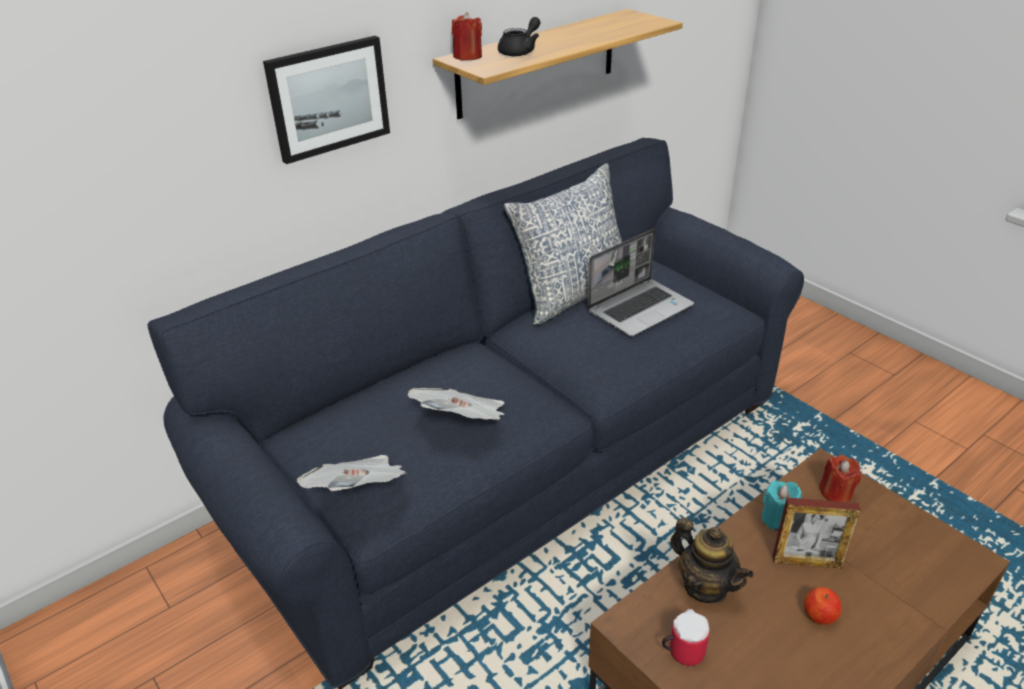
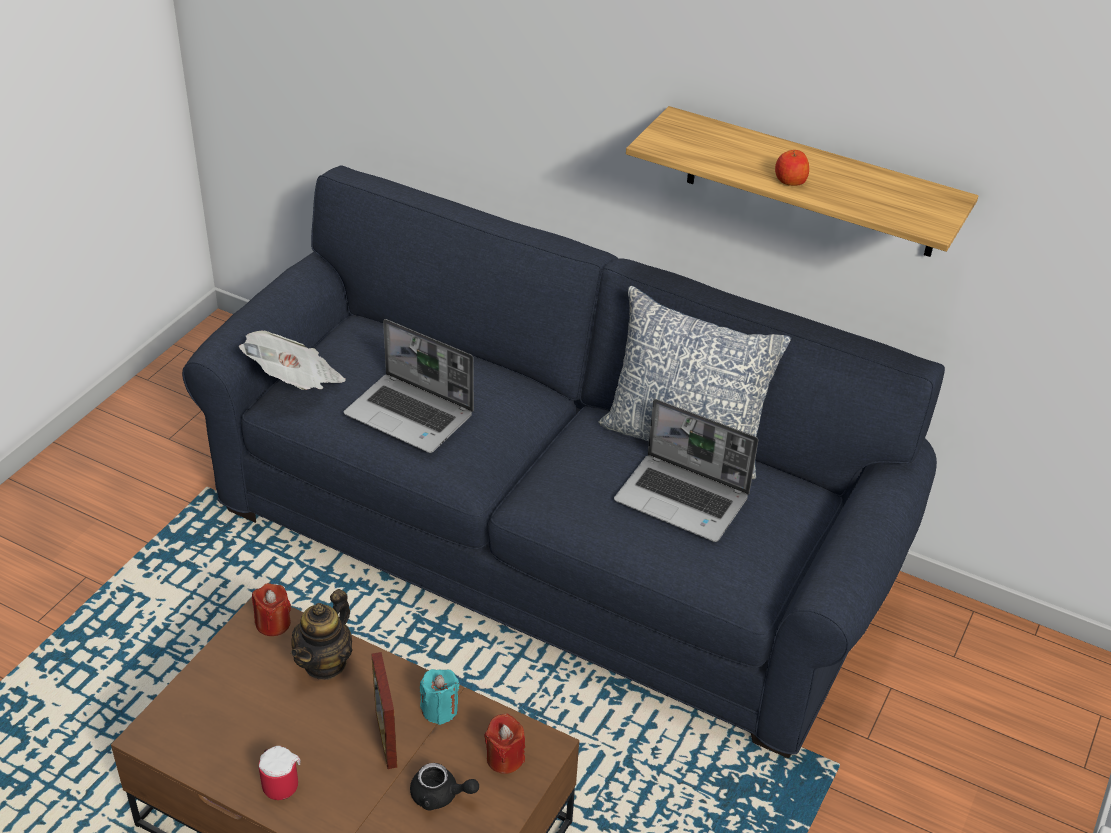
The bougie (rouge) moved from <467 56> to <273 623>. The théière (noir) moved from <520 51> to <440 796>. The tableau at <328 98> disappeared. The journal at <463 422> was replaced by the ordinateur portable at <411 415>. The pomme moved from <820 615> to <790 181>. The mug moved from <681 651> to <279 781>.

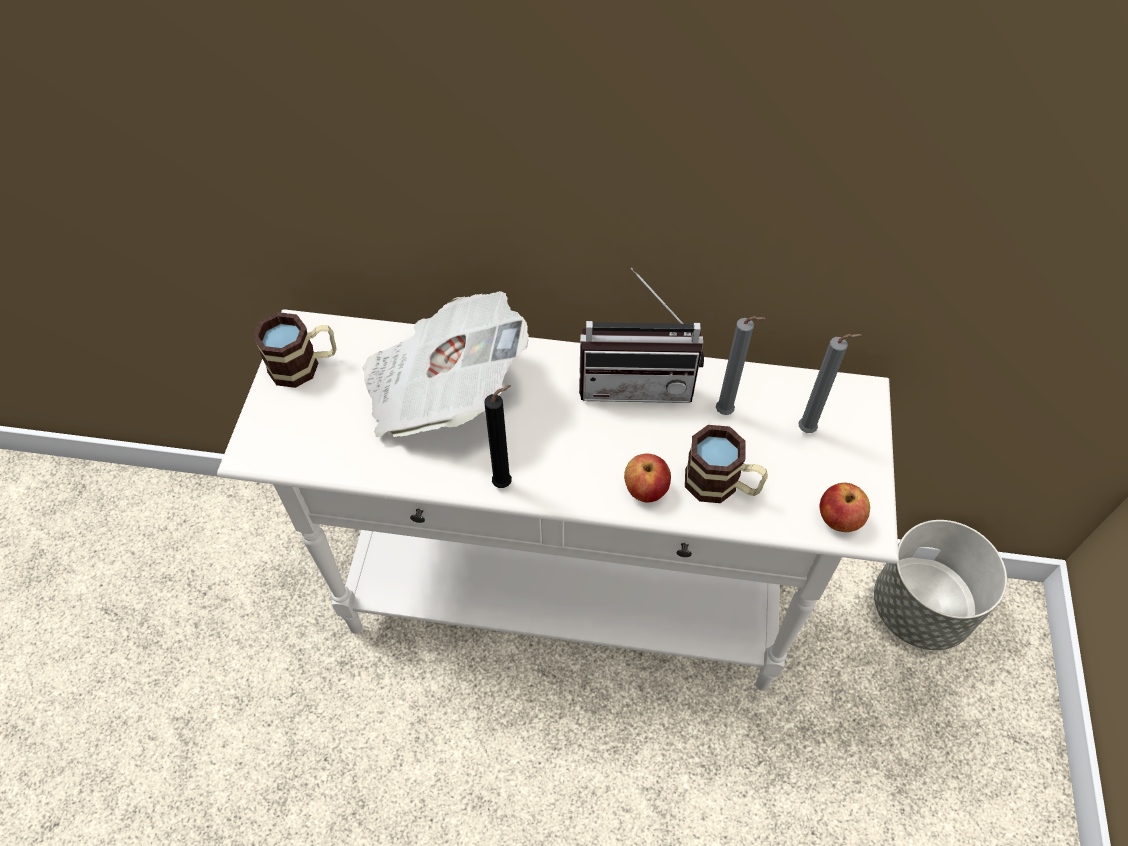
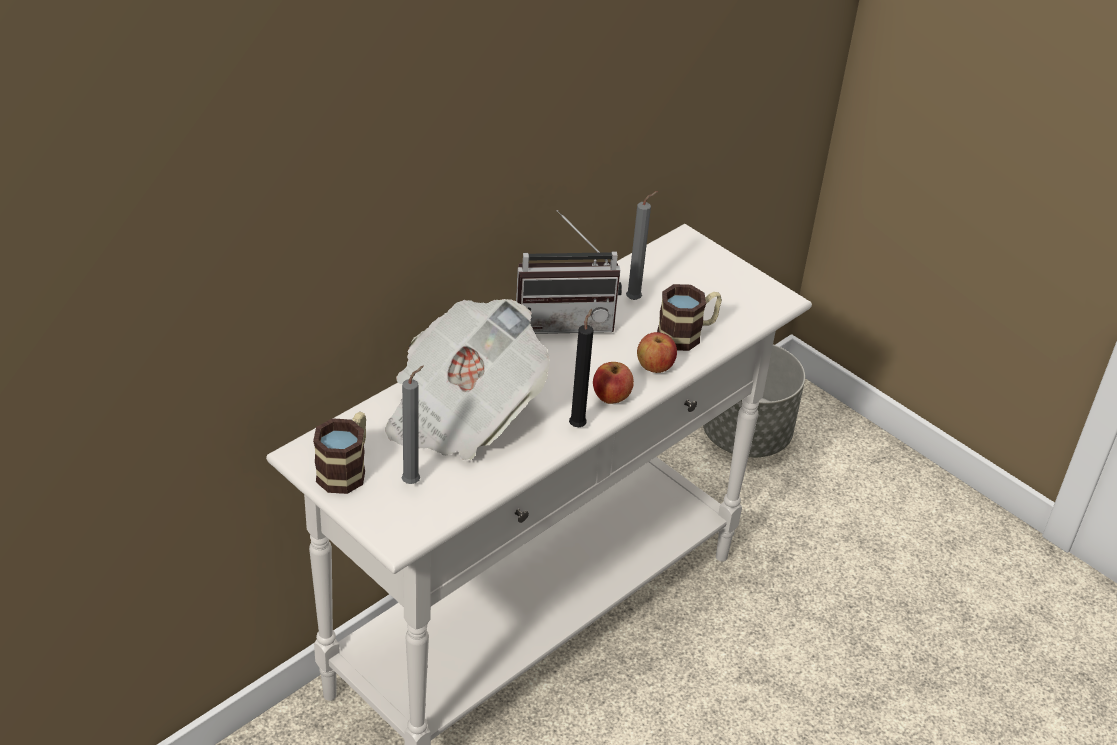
The radio at <637 381> turned 45 degrees clockwise. The bougie (gris) moved from <809 430> to <413 482>. The pomme moved from <838 519> to <611 398>.

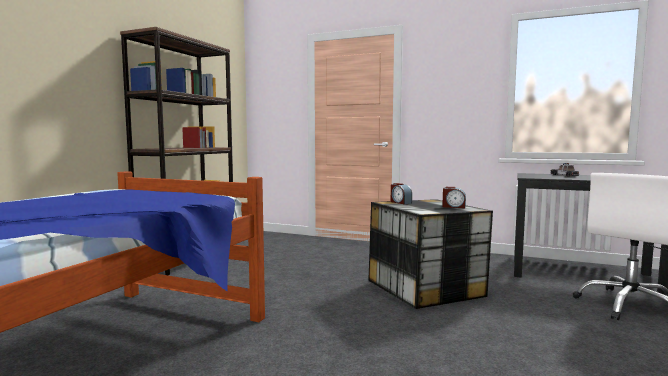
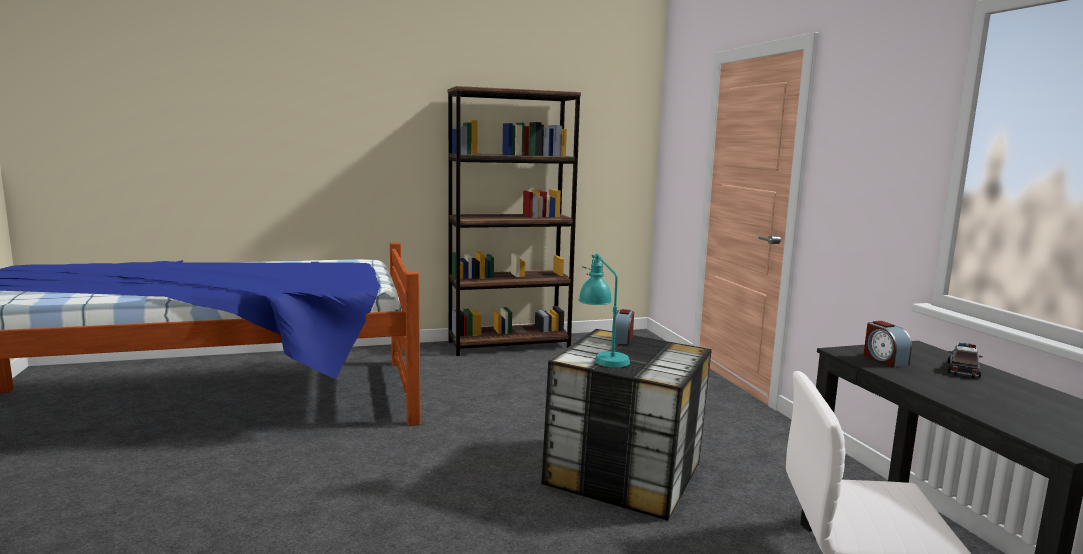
The réveil moved from <453 207> to <884 359>. The lampe de table (turquoise) at <601 357> appeared.

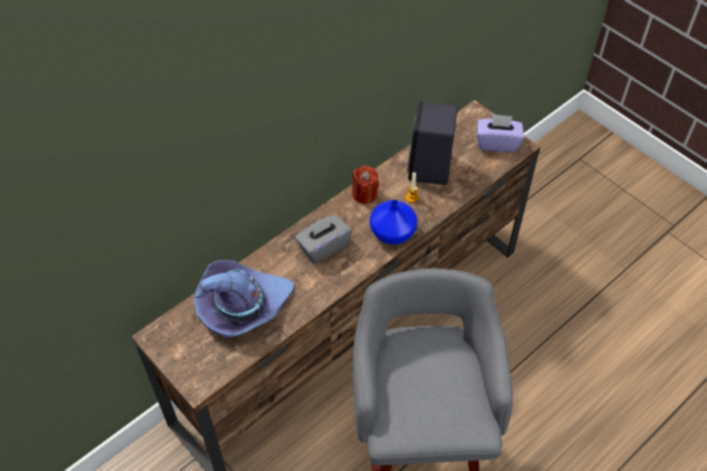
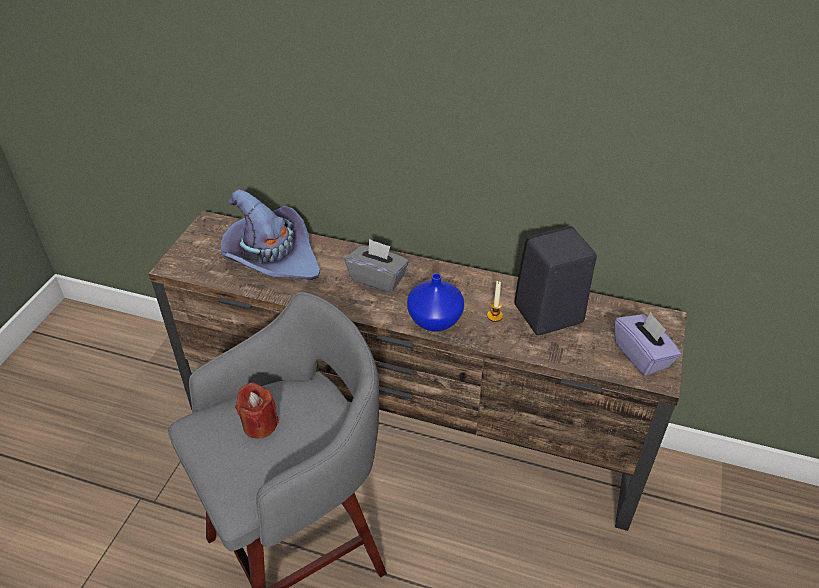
The bougie (rouge) moved from <364 194> to <260 424>.

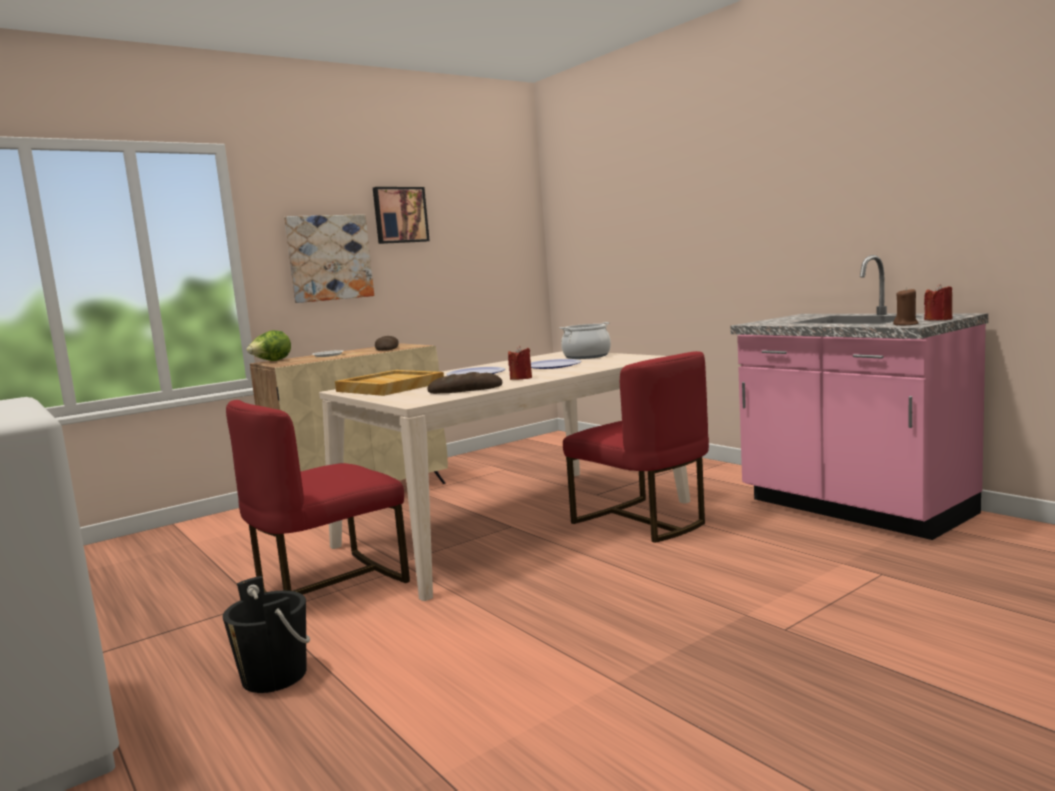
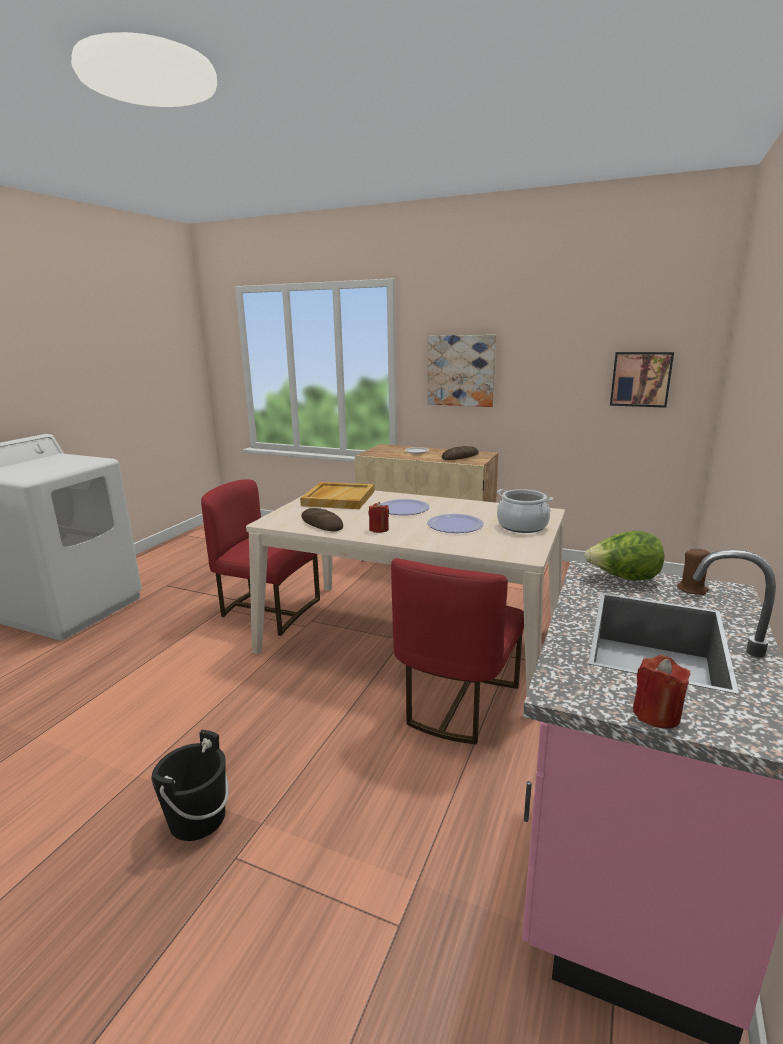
The tableau moved from <400 215> to <641 379>. The bougie (marron) moved from <906 324> to <692 589>. The laitue moved from <271 361> to <623 578>. The seau (noir) moved from <274 676> to <197 818>.

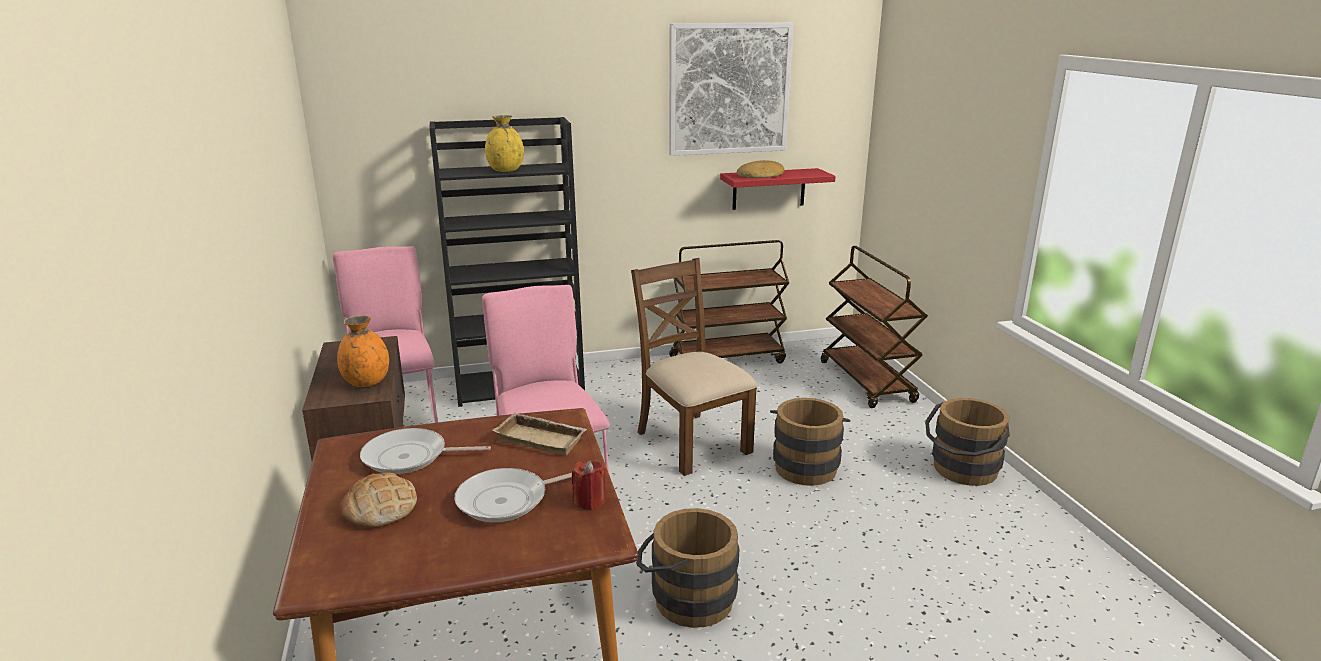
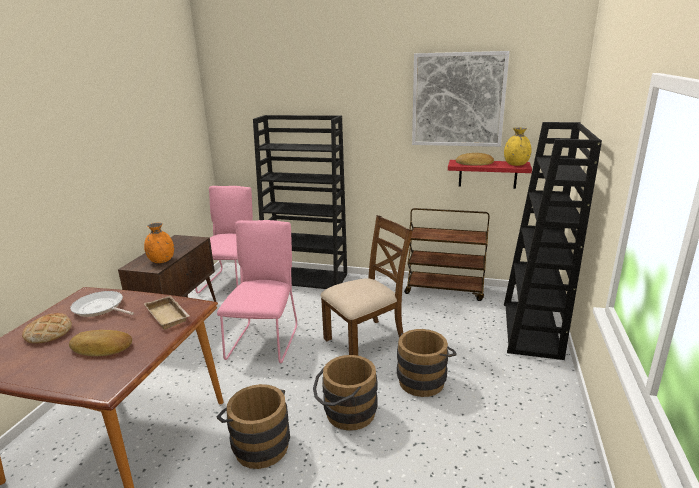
The vase (jaune) moved from <506 170> to <516 164>. The chariot (marron) at <867 382> was replaced by the bibliothèque (noir) at <532 330>. The chaise (marron) at <691 442> turned 60 degrees clockwise. The seau (marron) moved from <961 471> to <345 413>. The bougie (rouge) at <589 501> disappeared. The poêle at <508 500> was replaced by the pain at <101 348>.

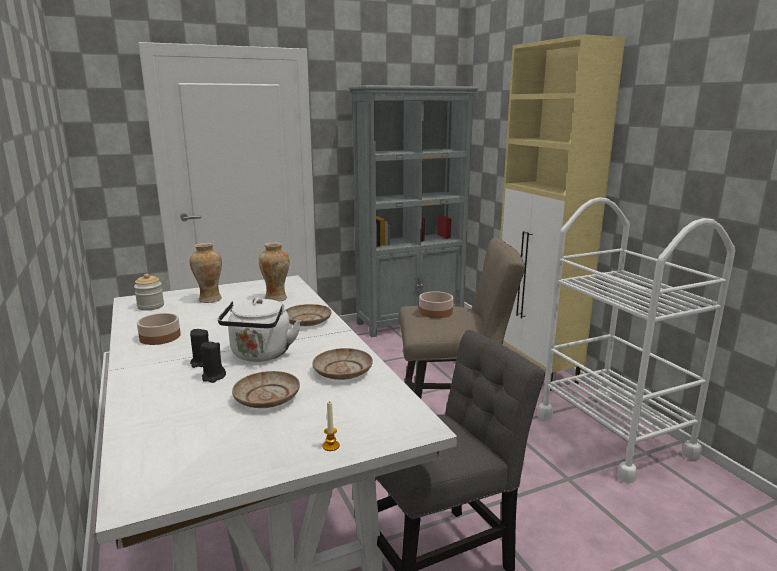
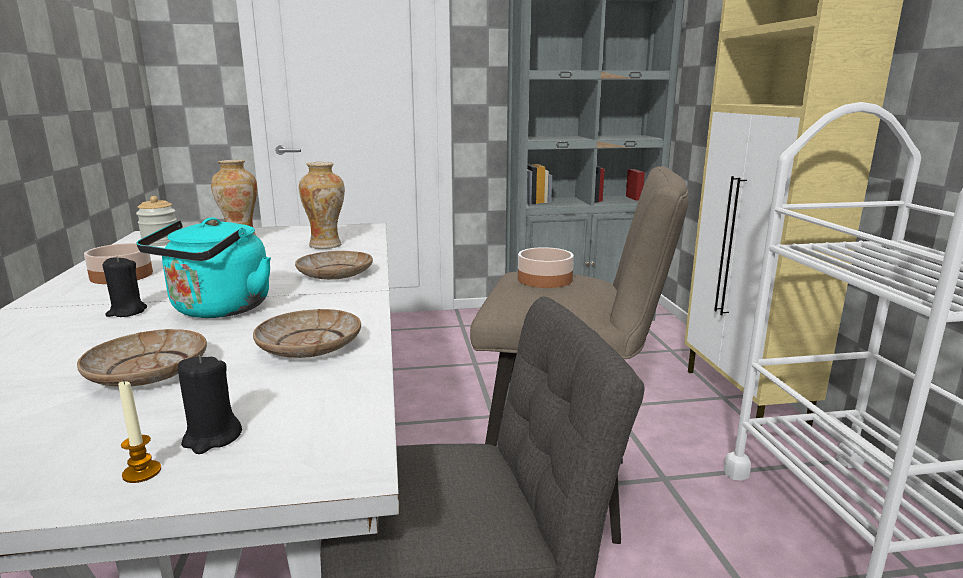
The bouilloire (blanc) at <260 355> became the bouilloire (turquoise) at <218 310>. The bougie (noir) moved from <213 377> to <212 438>.

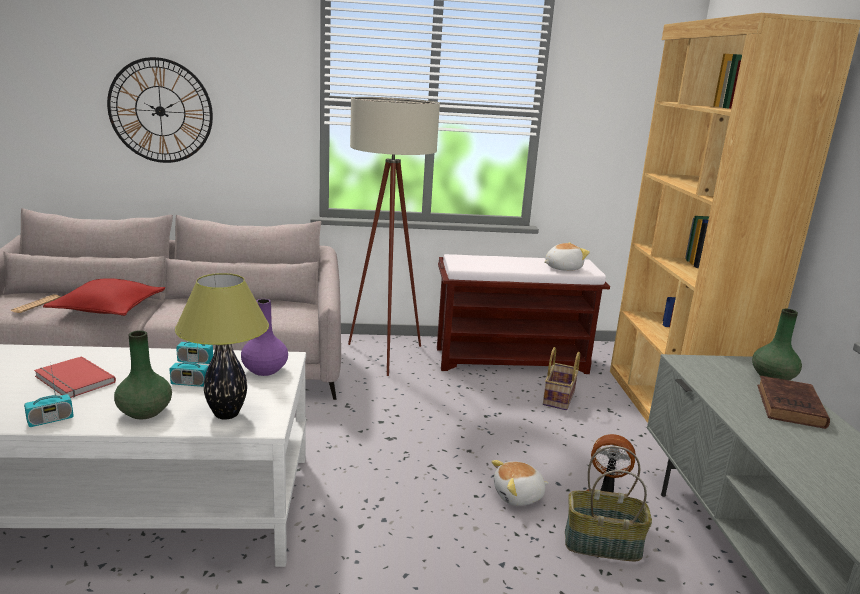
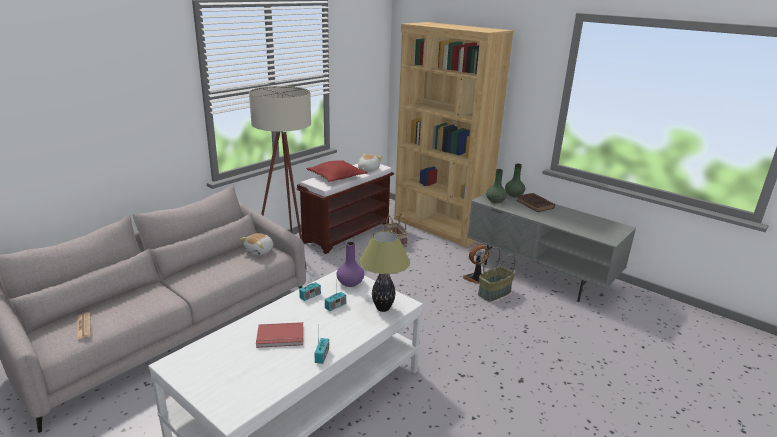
The horloge murale at <160 111> disappeared. The coussin (rouge) moved from <108 308> to <336 177>. The vase (vert) moved from <145 412> to <495 201>. The peluche moved from <518 496> to <260 251>.

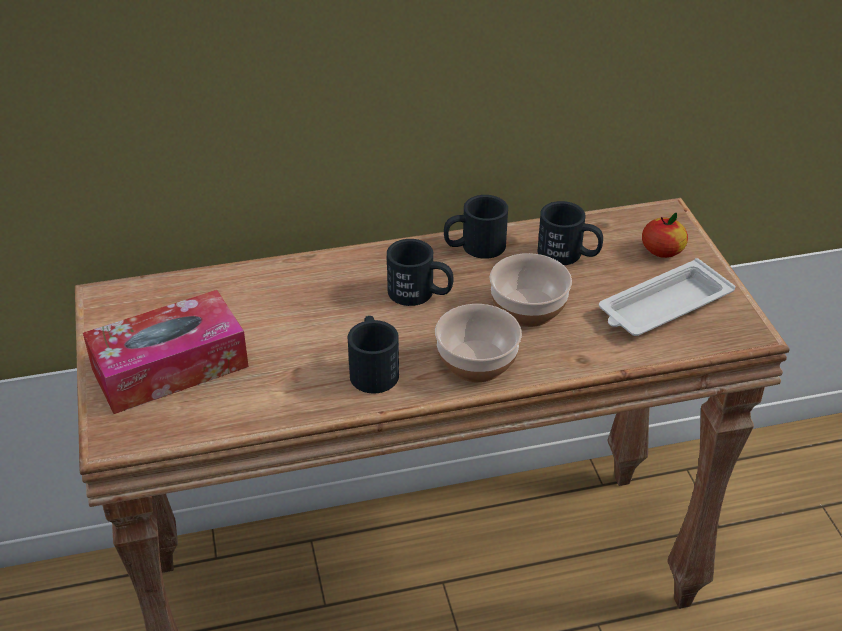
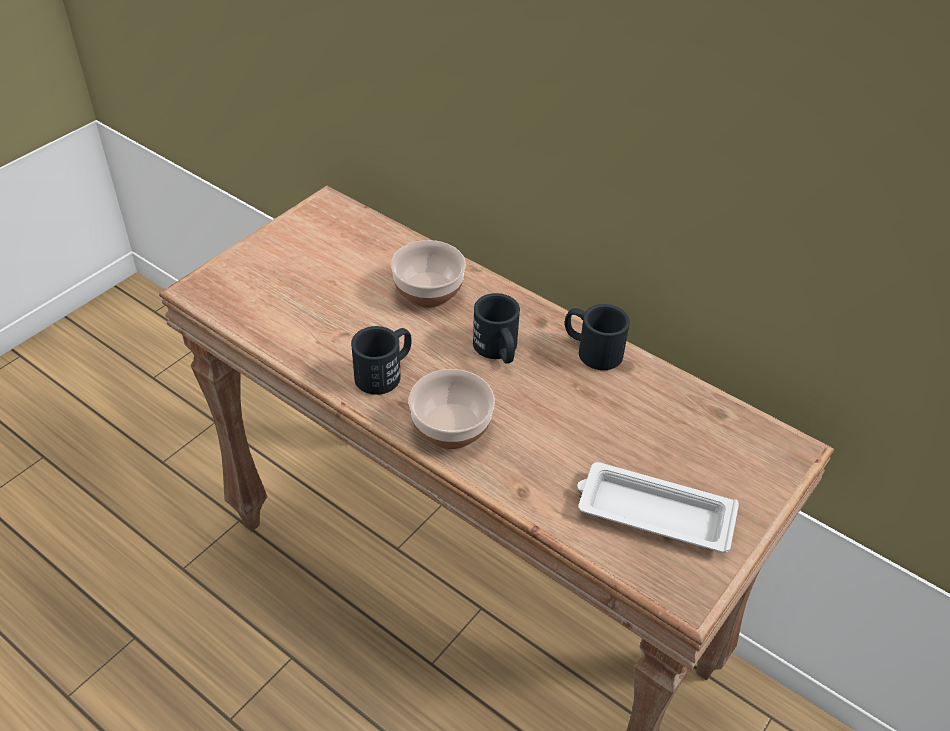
The mug (noir) at <569 255> disappeared. The pomme at <662 250> disappeared. The bol moved from <528 309> to <427 291>. The boîte à mouchoirs at <170 367> disappeared.

